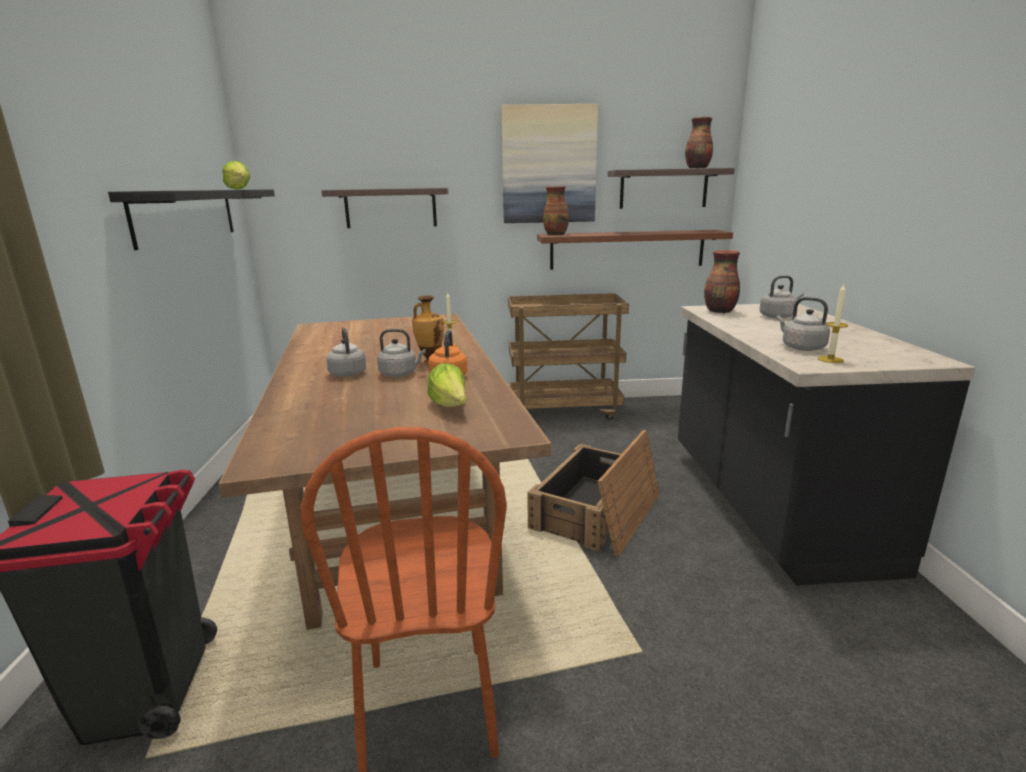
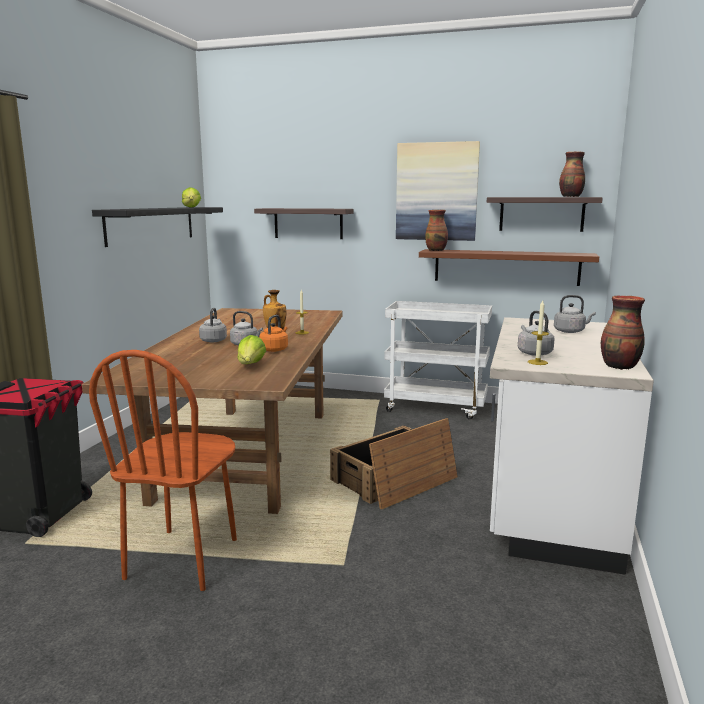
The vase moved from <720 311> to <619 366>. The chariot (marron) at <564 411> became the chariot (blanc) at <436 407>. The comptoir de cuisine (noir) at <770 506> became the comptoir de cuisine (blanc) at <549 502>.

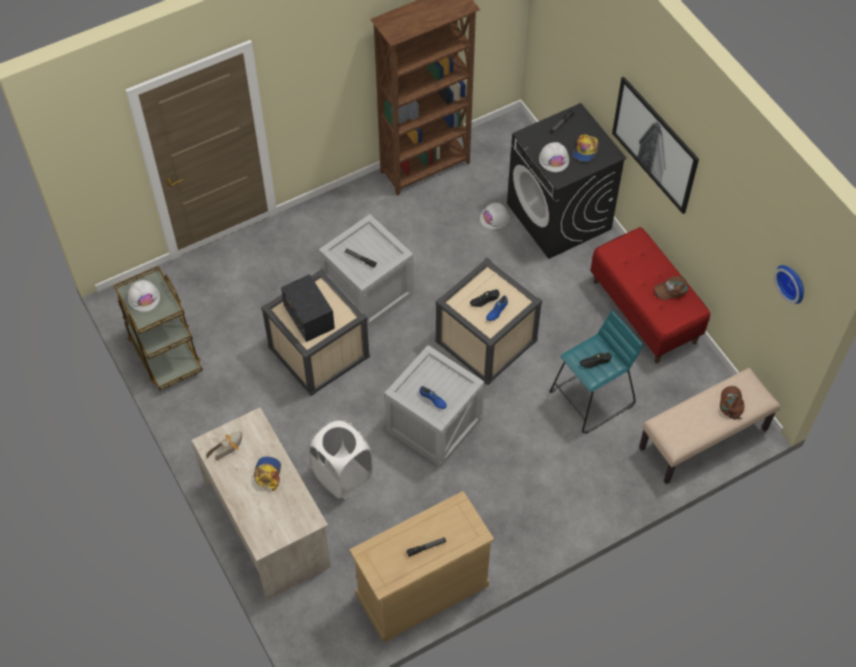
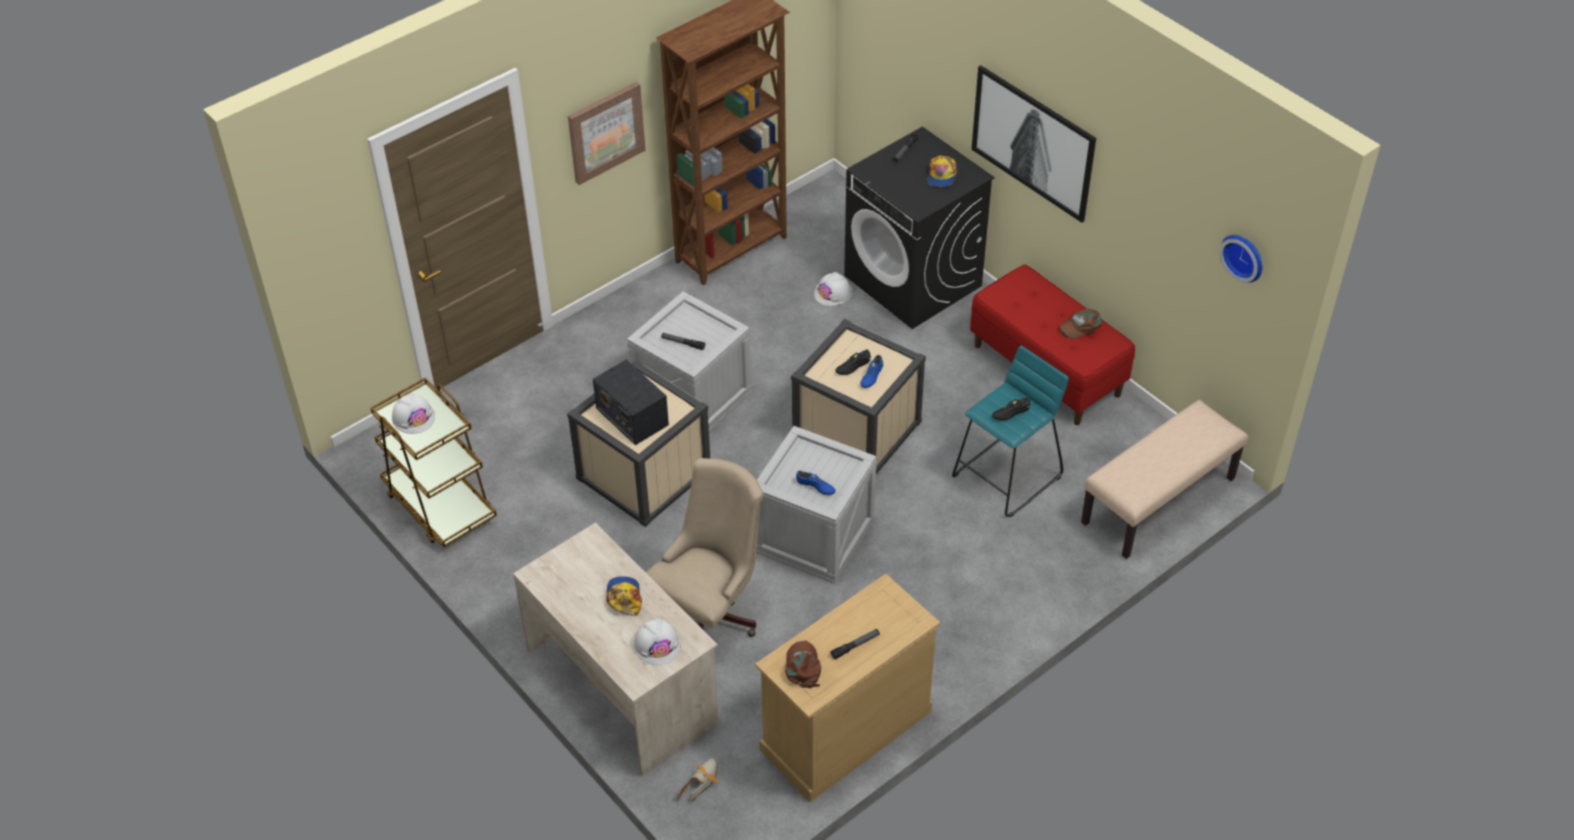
The casque de chantier (blanc) moved from <554 159> to <657 644>. The casquette (marron) moved from <731 403> to <803 667>. The panier à linge (blanc) at <343 476> was replaced by the chaise de bureau (beige) at <709 613>. The chaussure moved from <228 446> to <701 782>. The tableau at <605 132> appeared.

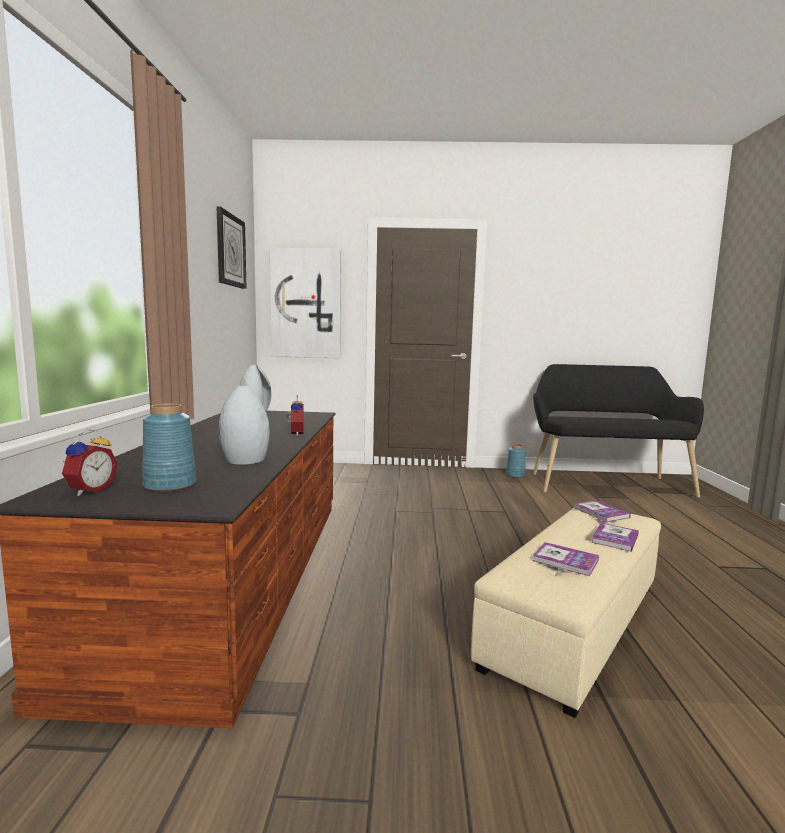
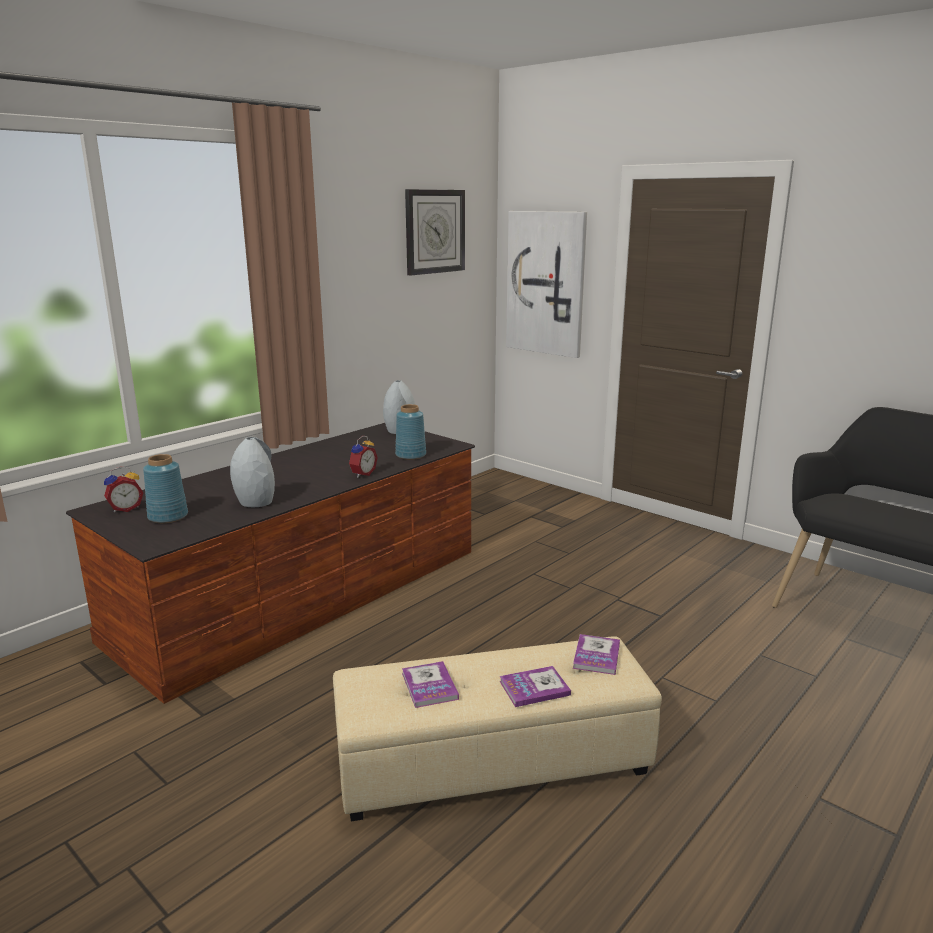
The vase (bleu) moved from <515 475> to <411 455>.

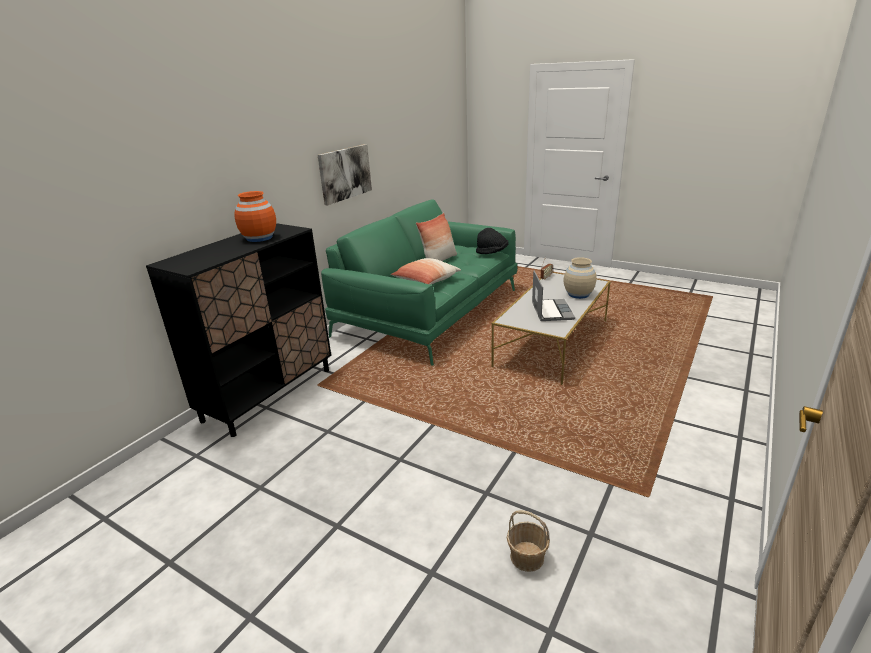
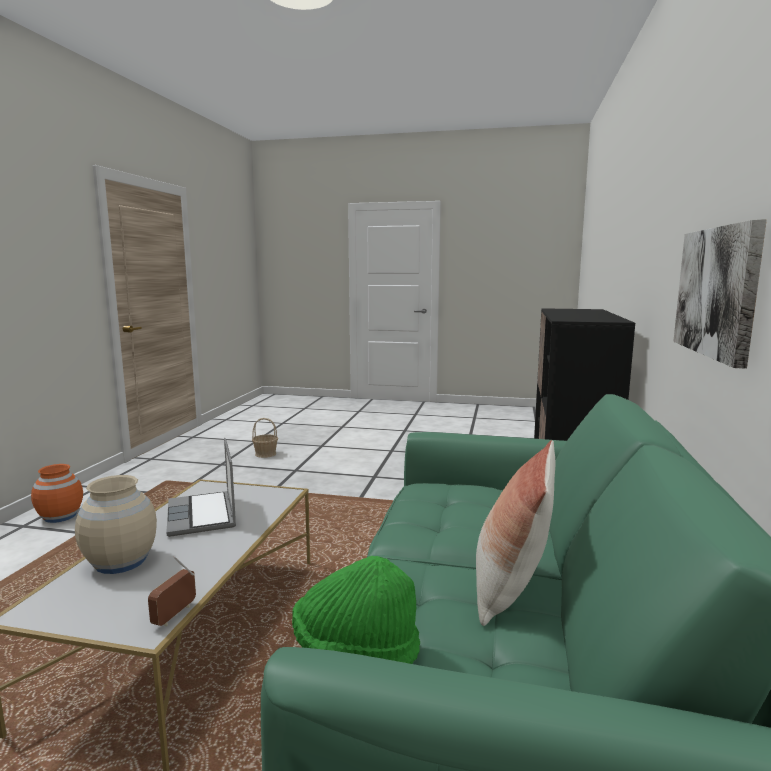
The vase (orange) moved from <259 238> to <60 516>. The chapeau (noir) at <492 252> became the chapeau (vert) at <356 651>. The coussin at <426 281> disappeared.

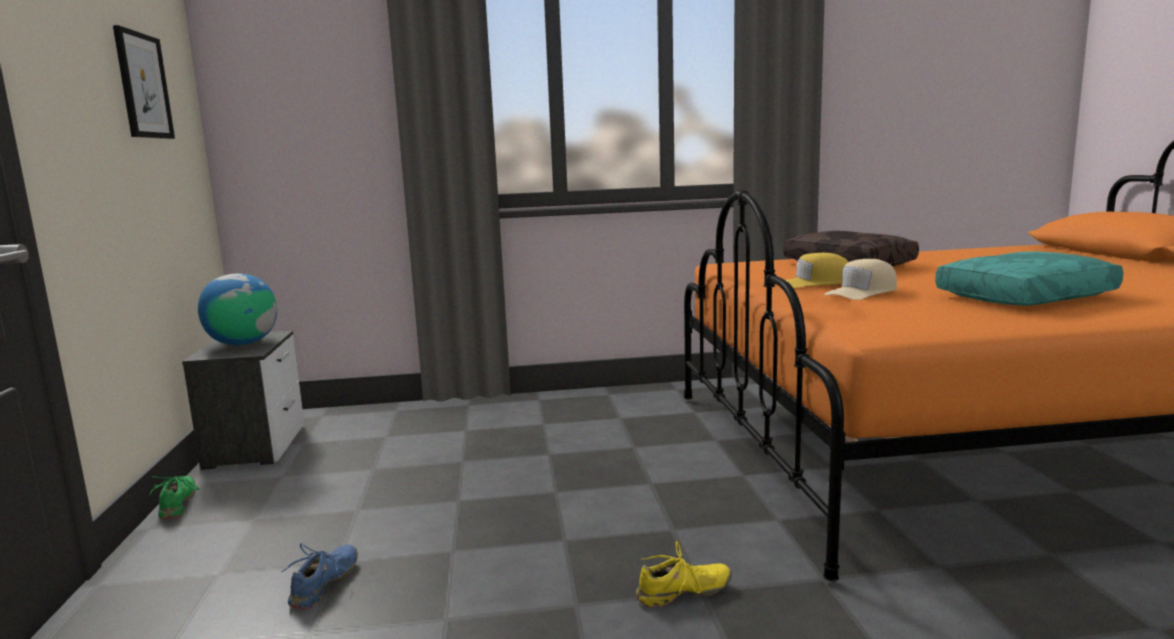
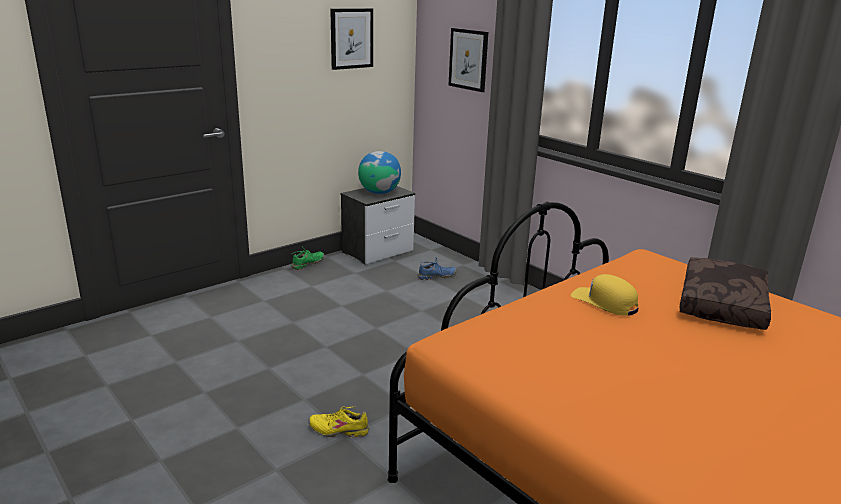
The coussin (turquoise) at <1026 297> disappeared. The casquette (beige) at <862 292> disappeared. The chaussure (jaune) at <684 593> turned 150 degrees clockwise. The chaussure (bleu) moved from <325 584> to <436 277>. The tableau at <468 59> appeared.

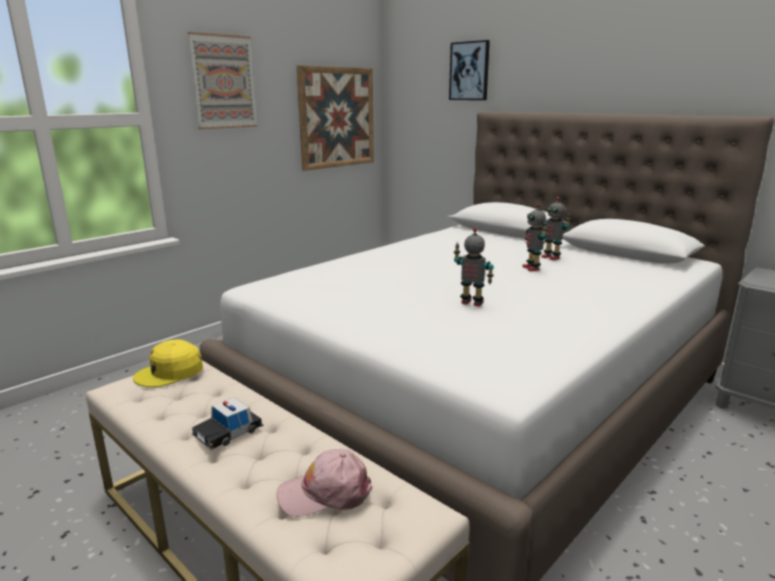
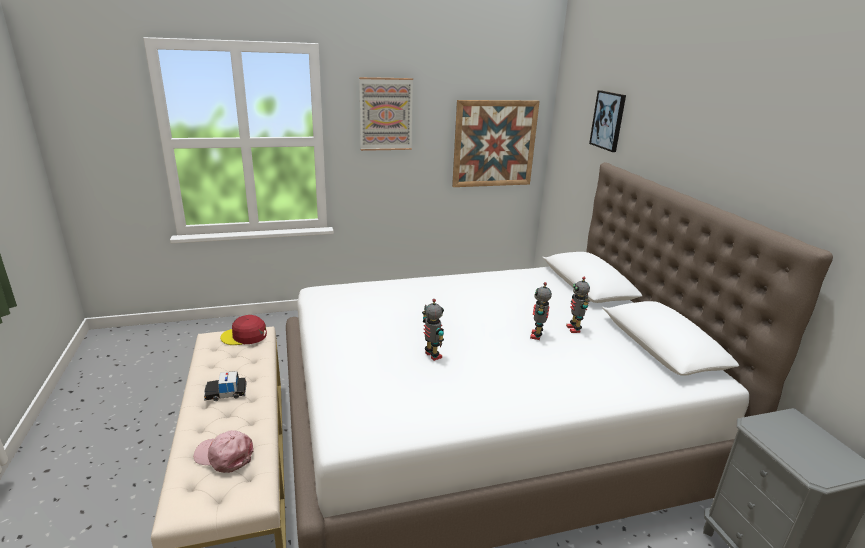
The casquette (jaune) at <170 372> became the casquette (rouge) at <244 336>.

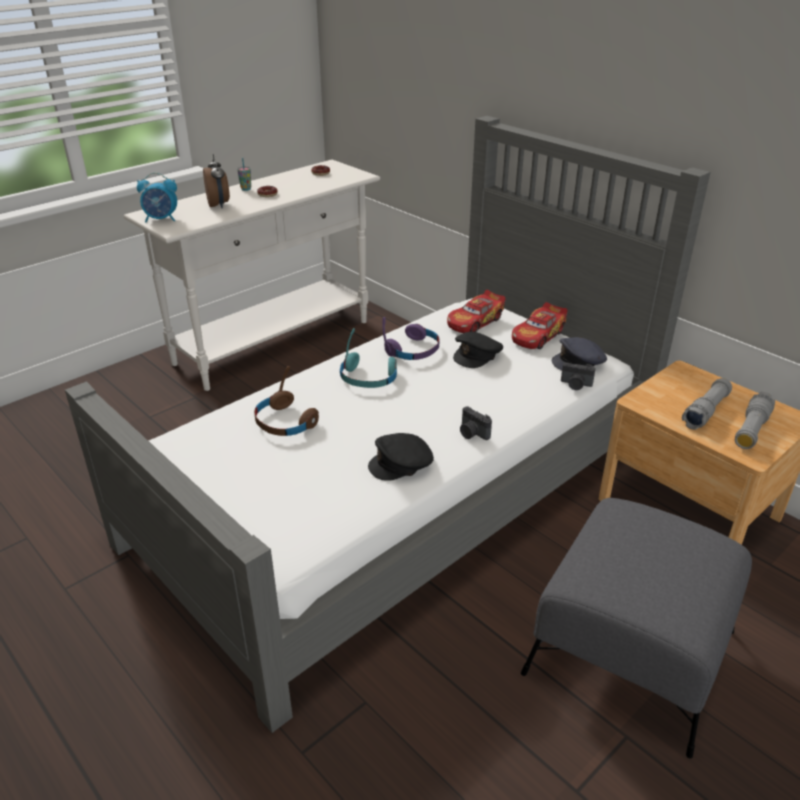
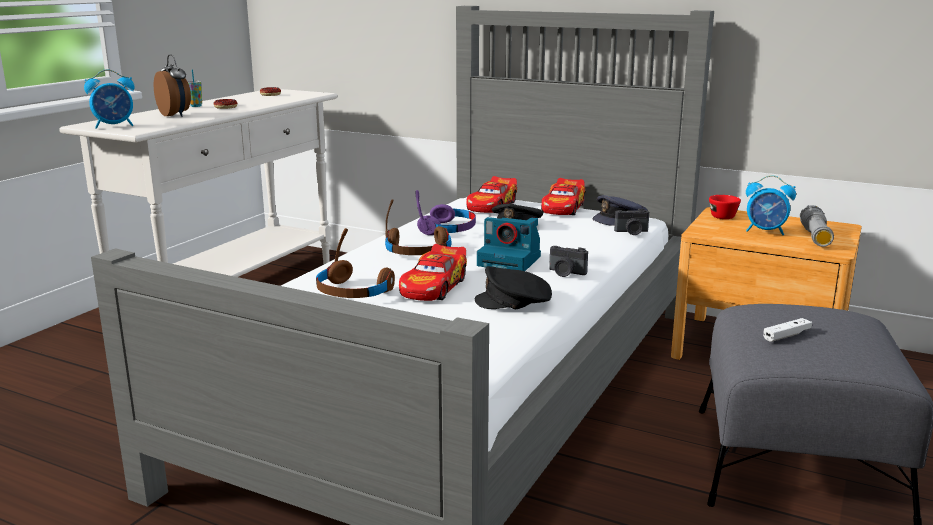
The casque audio (turquoise) at <368 378> became the casque audio (marron) at <418 252>. The lampe de poche (gris) at <706 411> was replaced by the réveil at <765 231>. The casquette (noir) at <402 464> turned 45 degrees clockwise. The tasse (rouge) at <721 216> appeared. The appareil photo at <511 261> appeared. The petite voiture at <434 287> appeared. The manette (blanc) at <786 335> appeared.

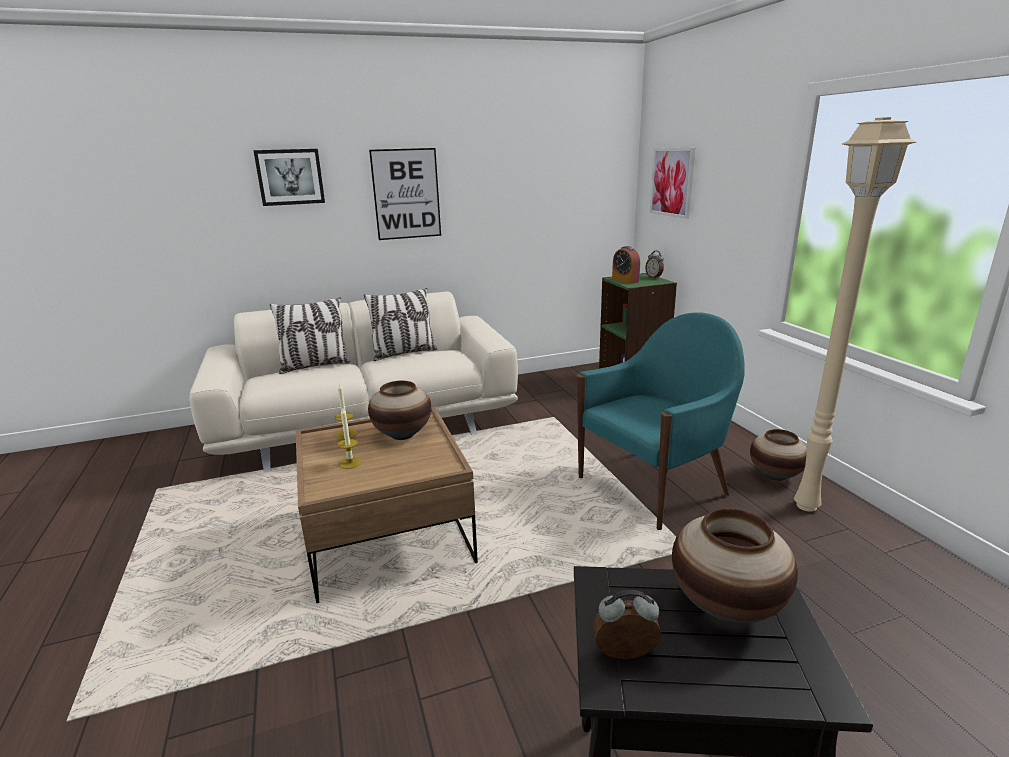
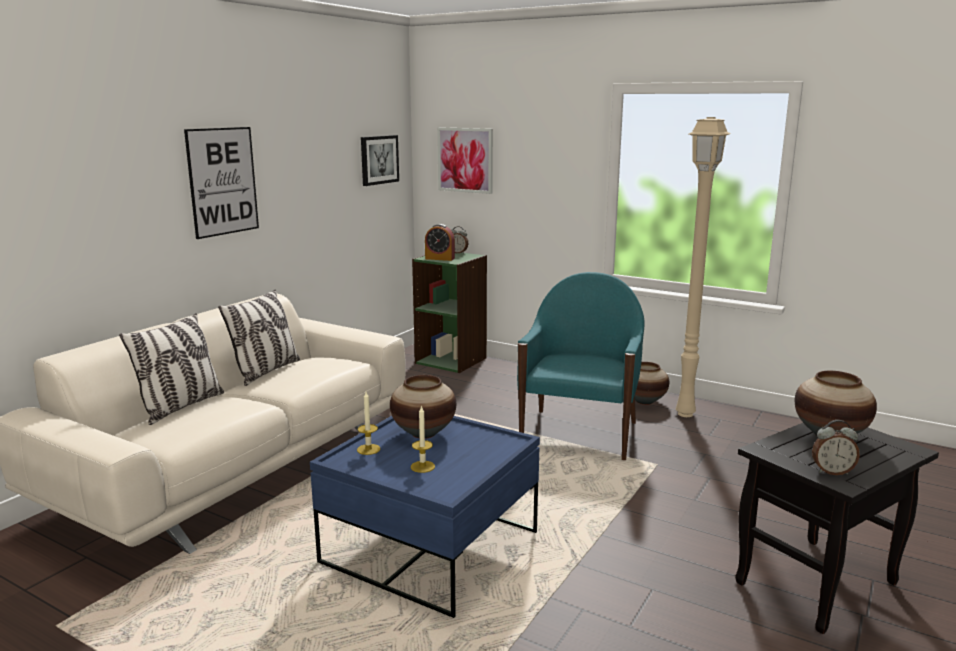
The tableau moved from <290 177> to <379 160>. The table basse (marron) at <388 536> became the table basse (bleu) at <430 547>. The réveil at <625 656> turned 135 degrees counterclockwise.

